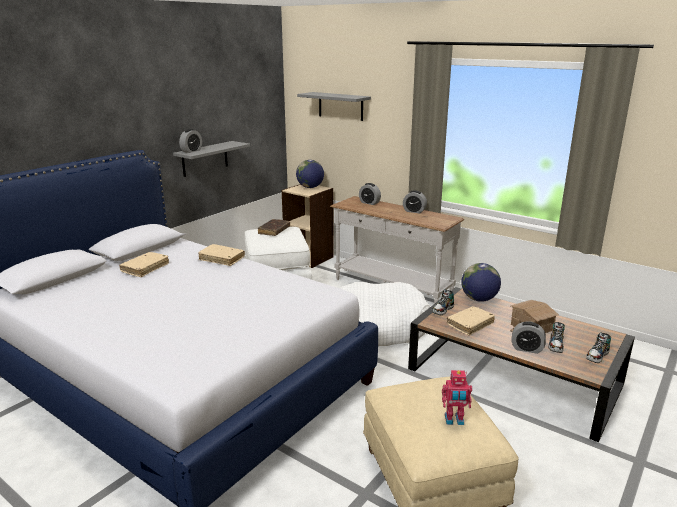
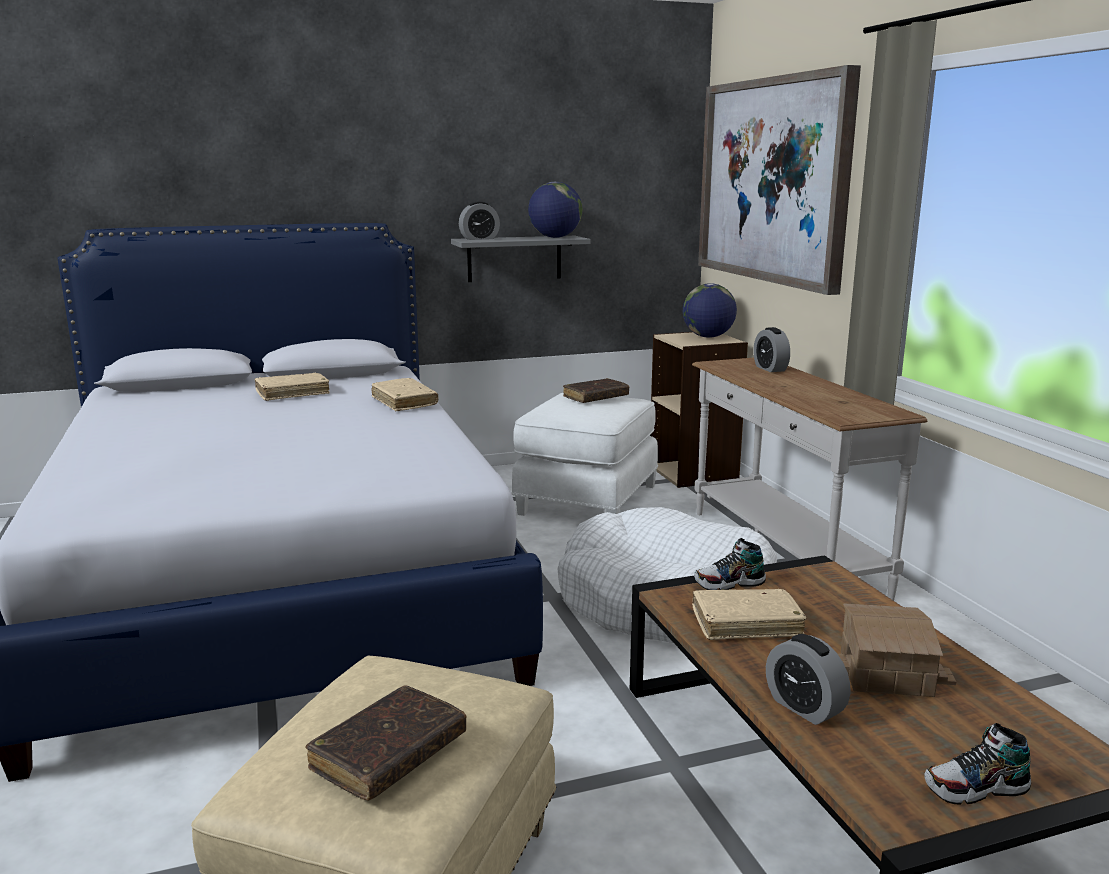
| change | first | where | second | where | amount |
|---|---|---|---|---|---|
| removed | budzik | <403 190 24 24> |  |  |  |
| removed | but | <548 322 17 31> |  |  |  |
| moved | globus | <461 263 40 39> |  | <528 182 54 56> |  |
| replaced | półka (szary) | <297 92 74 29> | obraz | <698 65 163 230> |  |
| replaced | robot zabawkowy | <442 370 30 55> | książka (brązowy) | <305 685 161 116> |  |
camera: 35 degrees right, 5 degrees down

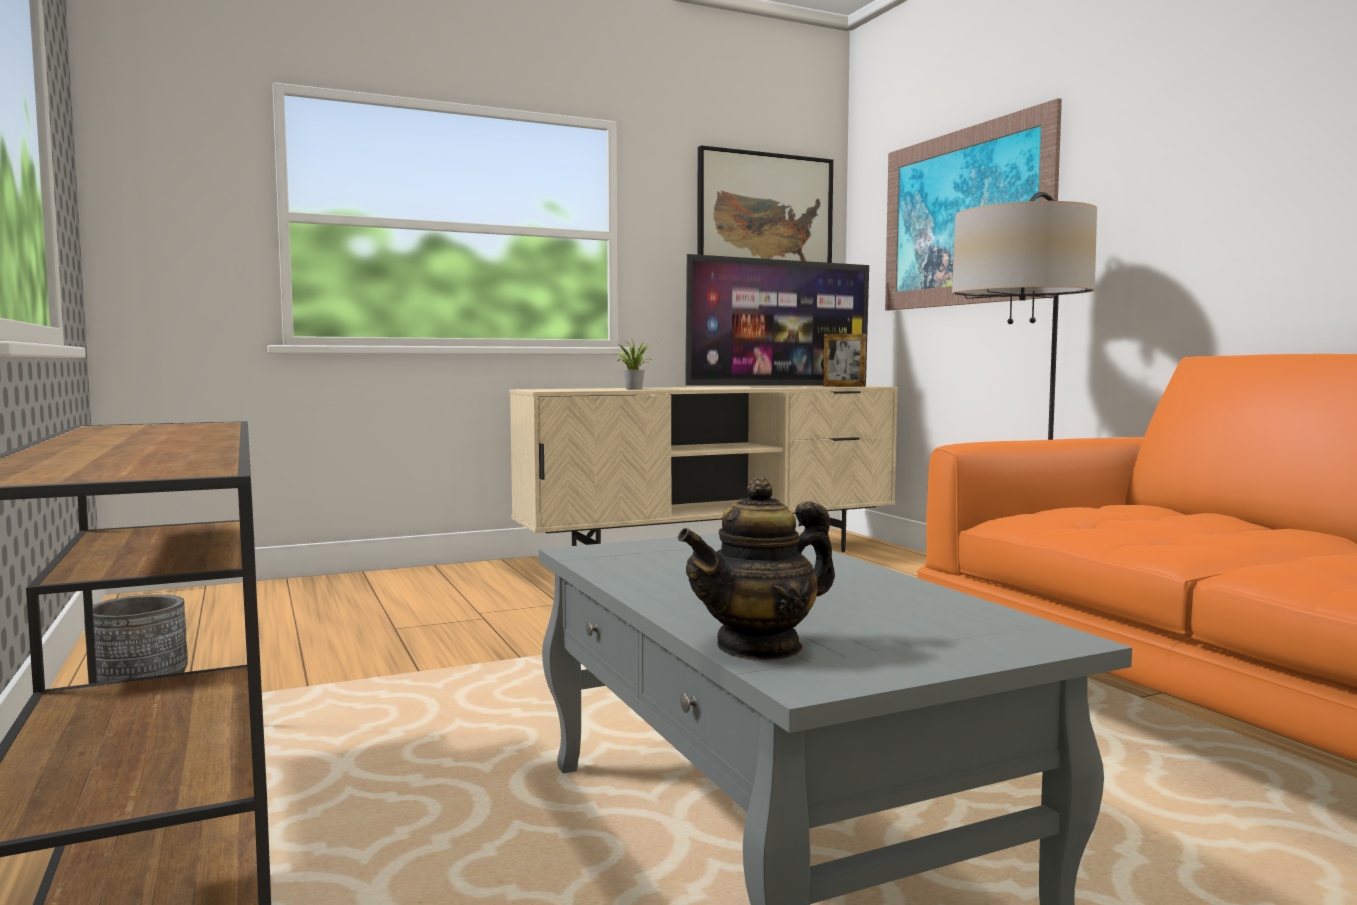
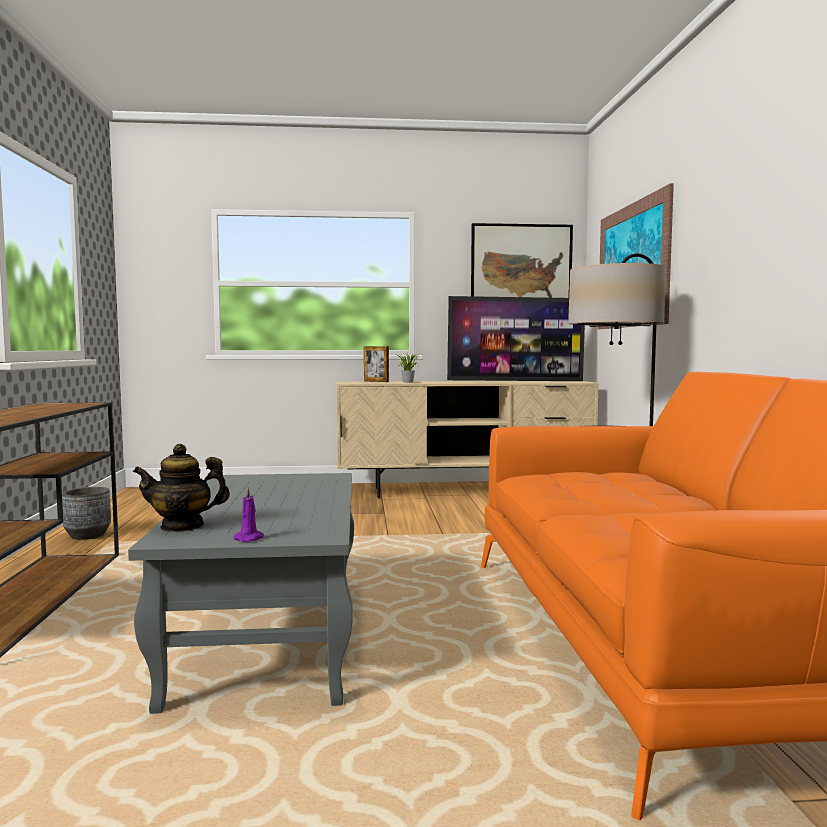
| change | first | where | second | where | amount |
|---|---|---|---|---|---|
| added |  |  | świeca (fioletowy) | <234 487 30 55> |  |
| moved | ramka na zdjęcie | <823 334 43 53> |  | <364 346 25 36> |  |
camera: 20 degrees right, 0 degrees up

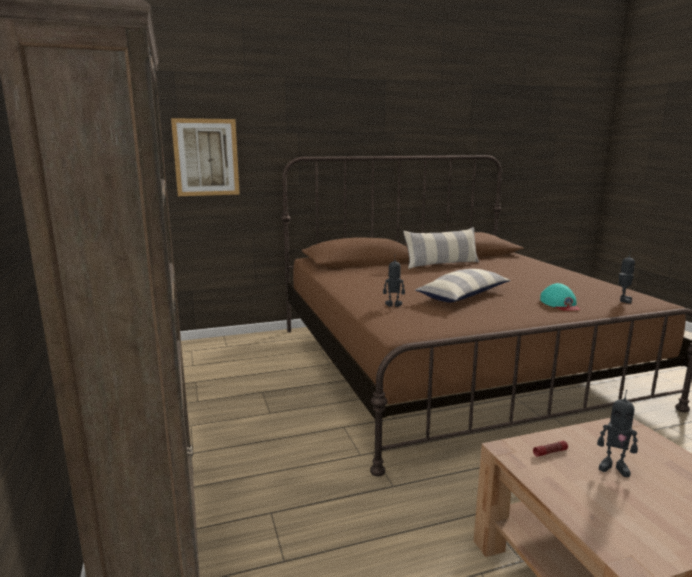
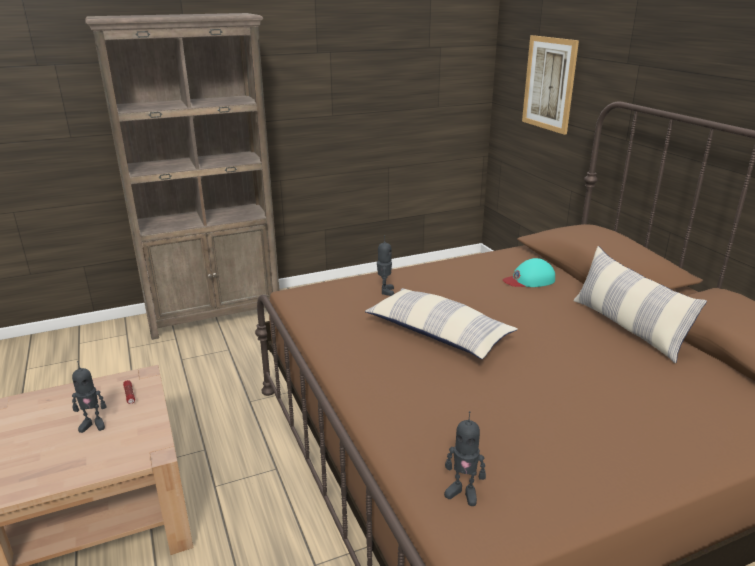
| change | first | where | second | where | amount |
|---|---|---|---|---|---|
| moved | czapka z daszkiem (turkusowy) | <540 283 40 28> |  | <503 258 52 29> |  |
| turned | robot zabawkowy | <597 390 41 87> |  | <72 361 35 72> | 120 degrees counterclockwise |
camera: 85 degrees right, 10 degrees up

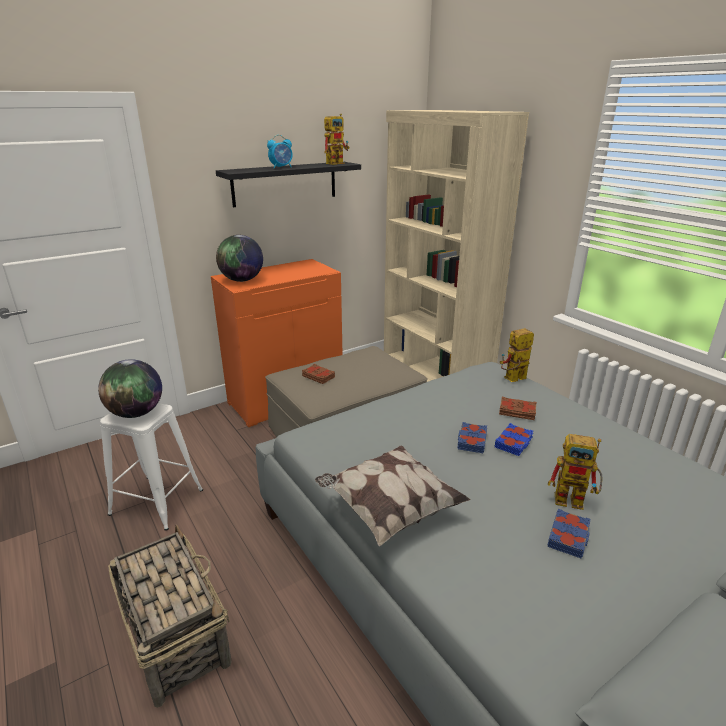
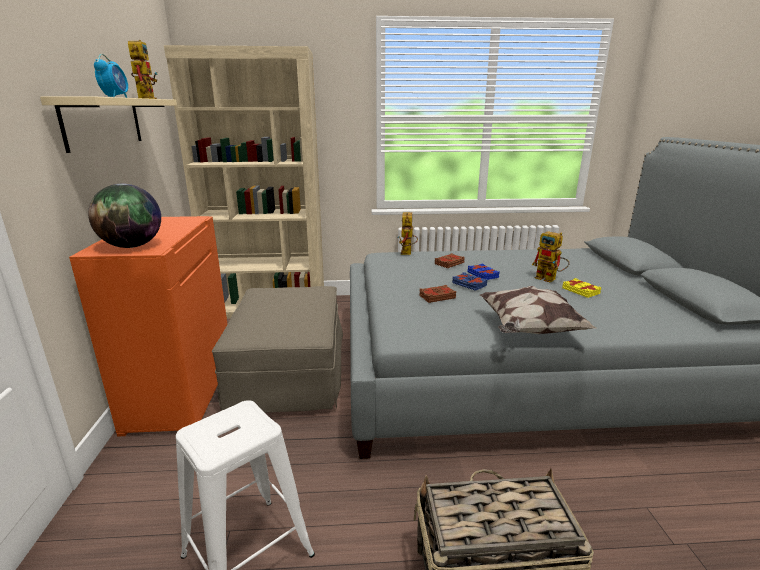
| change | first | where | second | where | amount |
|---|---|---|---|---|---|
| removed | globus | <98 359 64 59> |  |  |  |
| moved | książka (brązowy) | <302 364 33 20> |  | <419 285 37 18> |  |
| recoloured | półka (czarny) | <216 162 145 45> | półka (beżowy) | <40 96 137 57> |  |
| recoloured | książka (niebieski) | <547 509 43 50> | książka (żółty) | <562 278 40 20> |  |
| turned | robot zabawkowy | <548 434 55 76> |  | <532 231 38 51> | 90 degrees clockwise |
camera: 60 degrees left, 5 degrees down

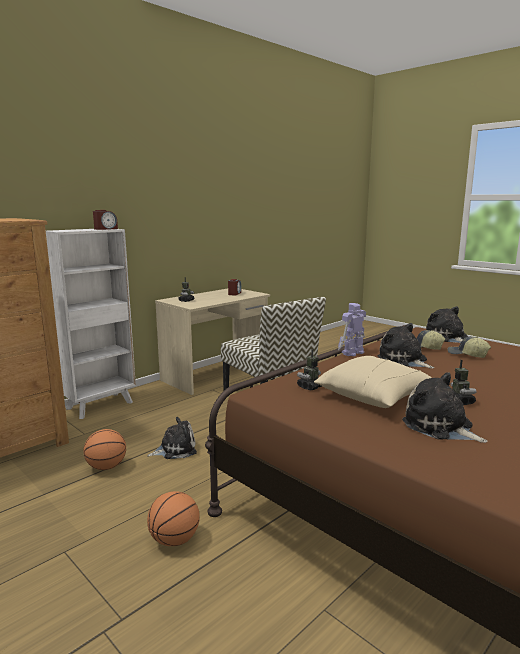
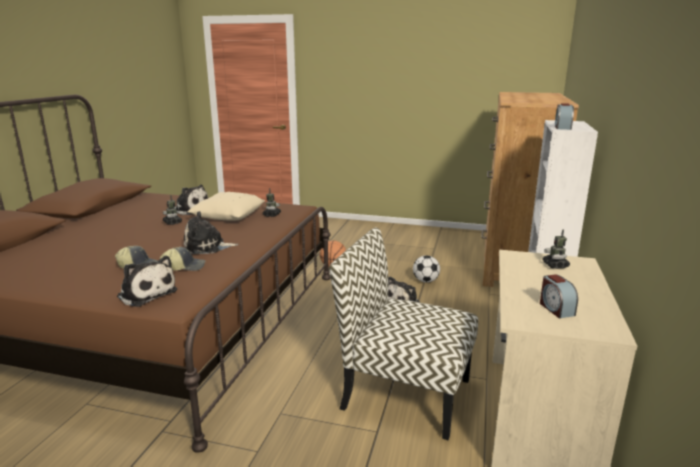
| change | first | where | second | where | amount |
|---|---|---|---|---|---|
| removed | robot zabawkowy | <338 303 28 53> |  |  |  |
| replaced | piłka do koszykówki | <84 429 42 41> | piłka futbolowa | <413 255 27 28> |  |
| turned | pluszak | <377 323 58 46> |  | <184 211 54 43> | 150 degrees clockwise |
camera: 150 degrees right, 5 degrees up

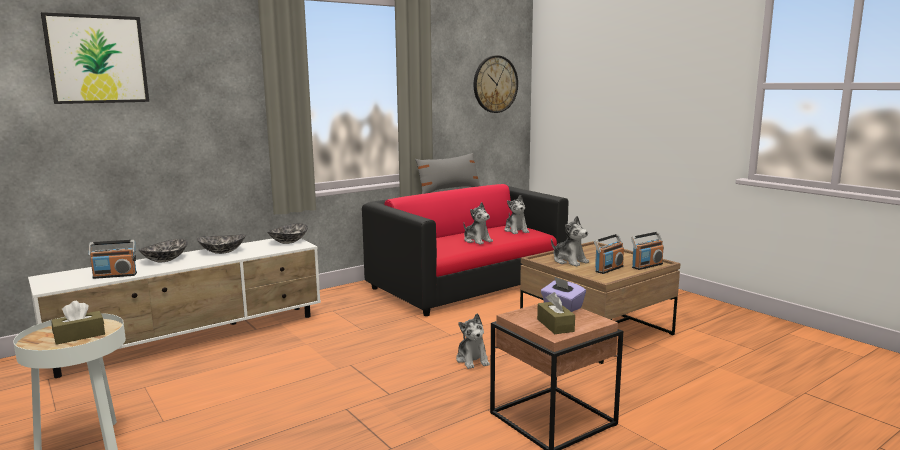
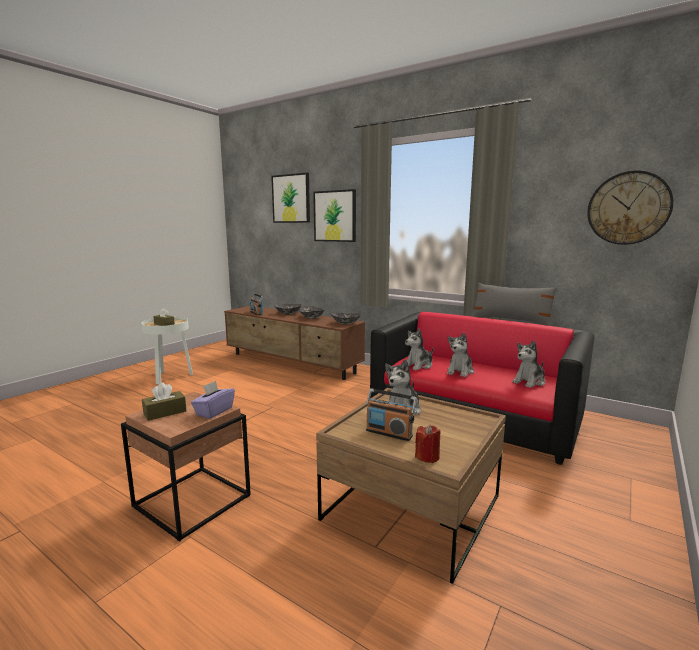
| change | first | where | second | where | amount |
|---|---|---|---|---|---|
| added |  |  | obraz | <313 189 43 53> |  |
| moved | pluszak | <456 313 34 56> |  | <405 328 28 43> |  |
| replaced | radio | <631 232 33 38> | świeca (czerwony) | <415 424 26 39> |  |
| recoloured | szafka pod telewizor (biały) | <28 238 293 140> | szafka pod telewizor (brązowy) | <224 306 141 74> |  |
camera: 70 degrees right, 0 degrees up

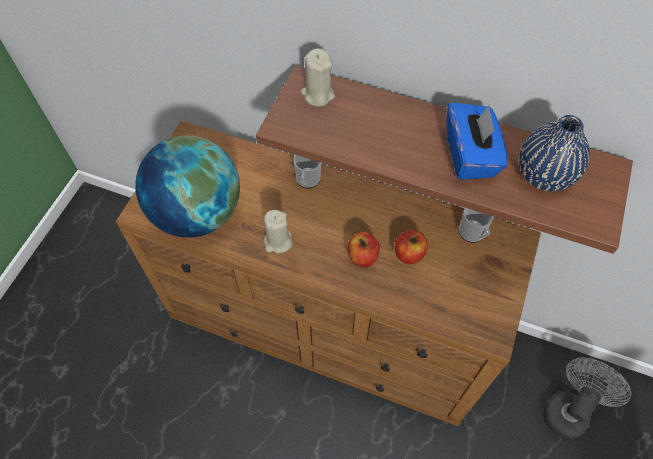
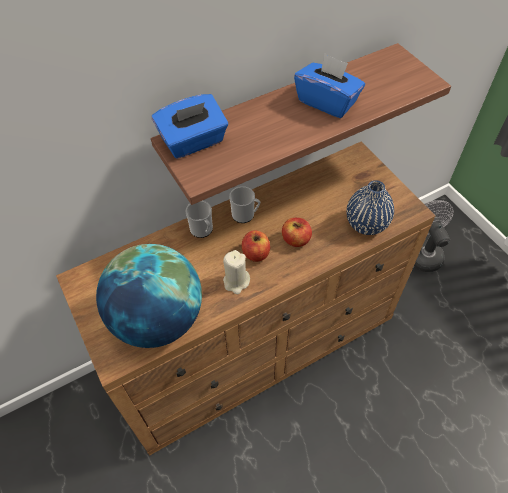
| change | first | where | second | where | amount |
|---|---|---|---|---|---|
| moved | jabłko | <395 230 33 34> |  | <242 230 28 32> |  |
| moved | kubek | <459 208 35 35> |  | <229 186 31 37> |  |
| moved | wazon (niebieski) | <519 115 71 76> |  | <347 180 47 55> |  |
| replaced | świeca (beżowy) | <301 48 34 59> | pudełko chusteczek (niebieski) | <152 94 76 65> |  |
camera: 50 degrees left, 5 degrees down

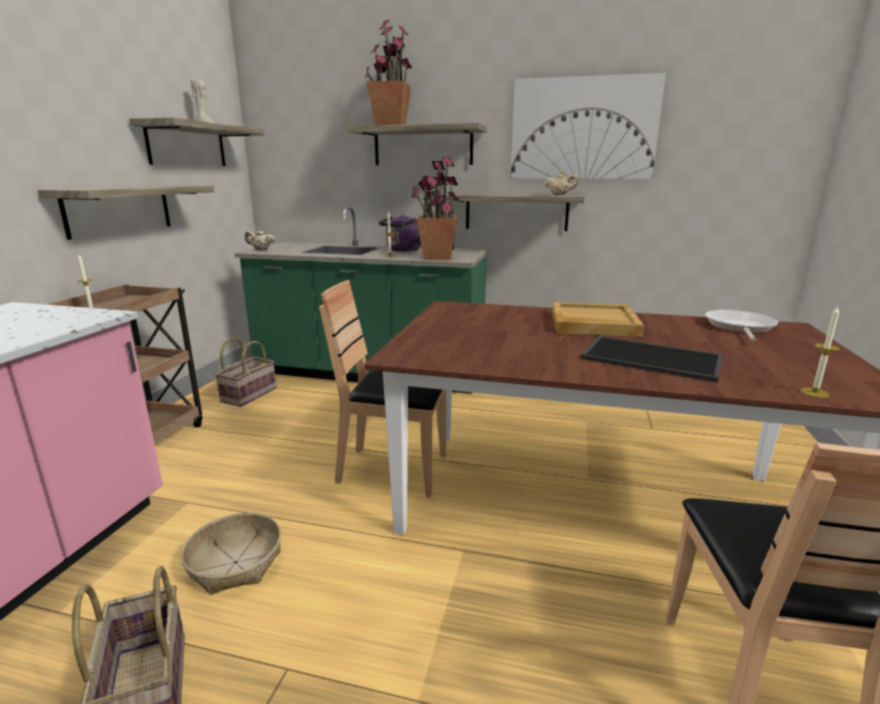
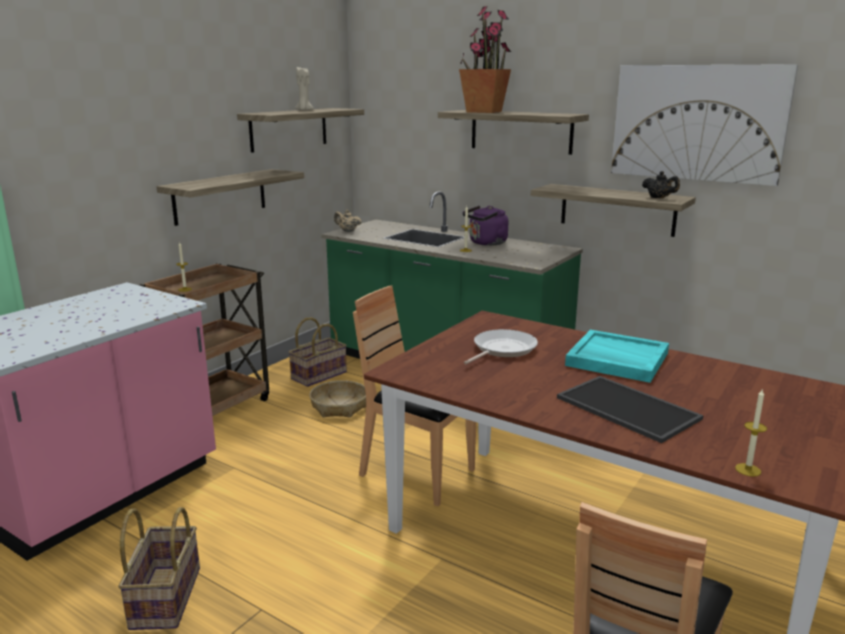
| change | first | where | second | where | amount |
|---|---|---|---|---|---|
| removed | roślina doniczkowa | <411 157 48 103> |  |  |  |
| moved | koszyk | <181 513 100 82> |  | <309 380 57 38> |  |
| moved | patelnia | <705 309 73 32> |  | <464 329 74 35> |  |
| recoloured | imbryk (beżowy) | <544 170 34 25> | imbryk (czarny) | <642 171 38 27> |  |
| recoloured | taca (beżowy) | <553 302 91 35> | taca (turkusowy) | <565 330 104 53> |  |
camera: 20 degrees right, 0 degrees up

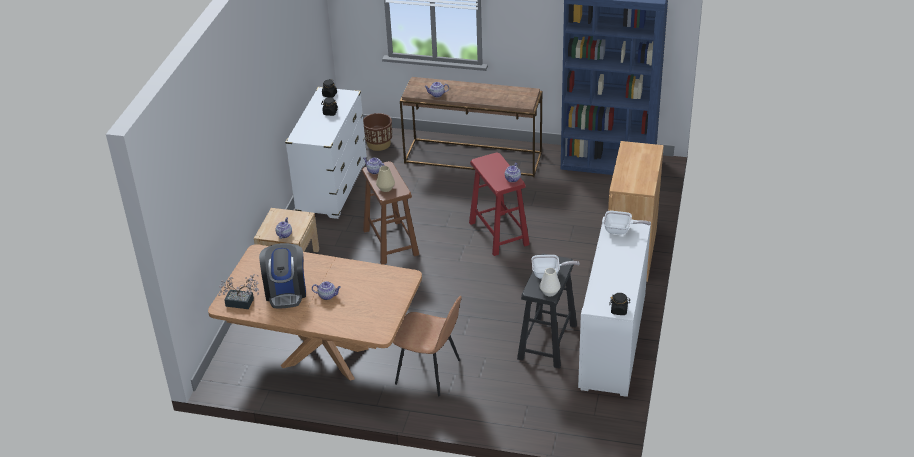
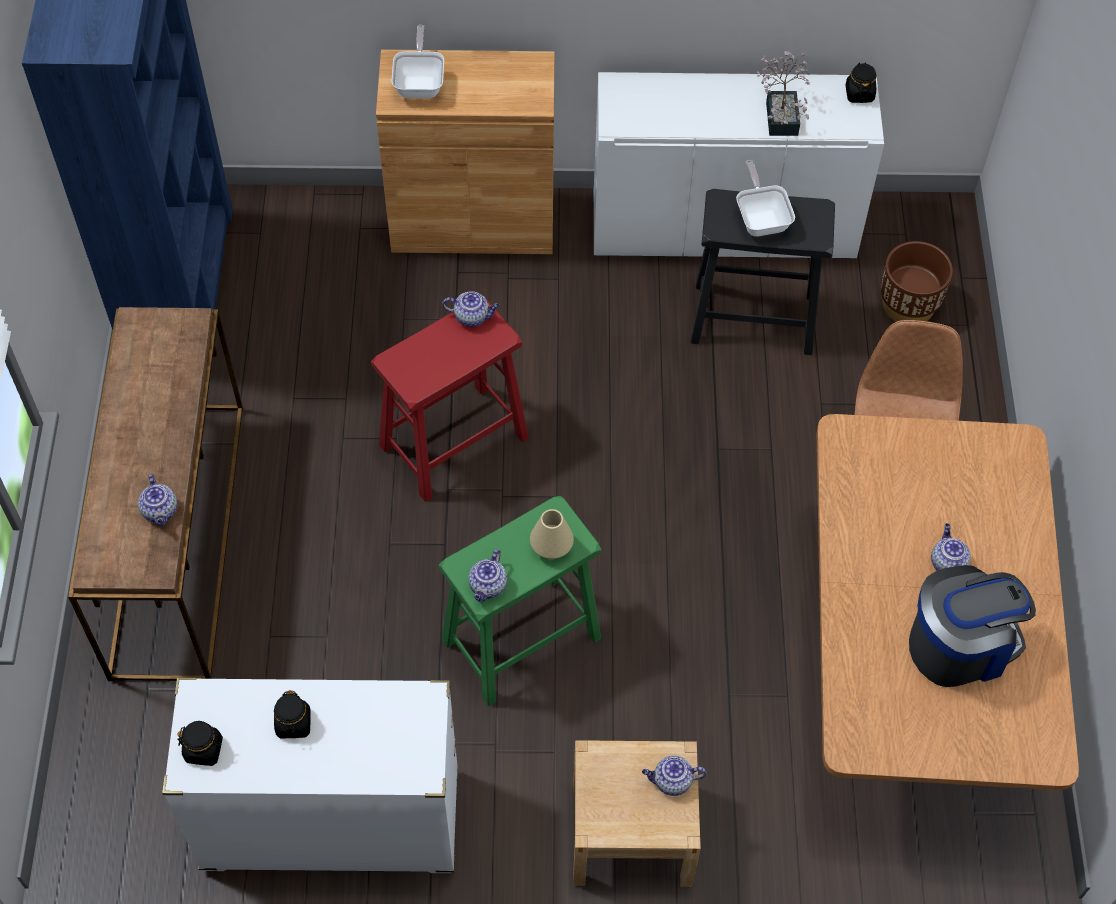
| change | first | where | second | where | amount |
|---|---|---|---|---|---|
| removed | wazon (biały) | <540 268 21 28> |  |  |  |
| moved | roślina doniczkowa | <218 274 41 35> |  | <757 51 53 85> |  |
| moved | donica (brązowy) | <363 113 29 38> |  | <881 241 72 81> |  |
| moved | patelnia | <603 211 48 24> |  | <392 25 52 74> |  |
| recoloured | stołek (brązowy) | <362 161 57 104> | stołek (zielony) | <439 496 162 210> |  |
camera: 105 degrees left, 20 degrees up

